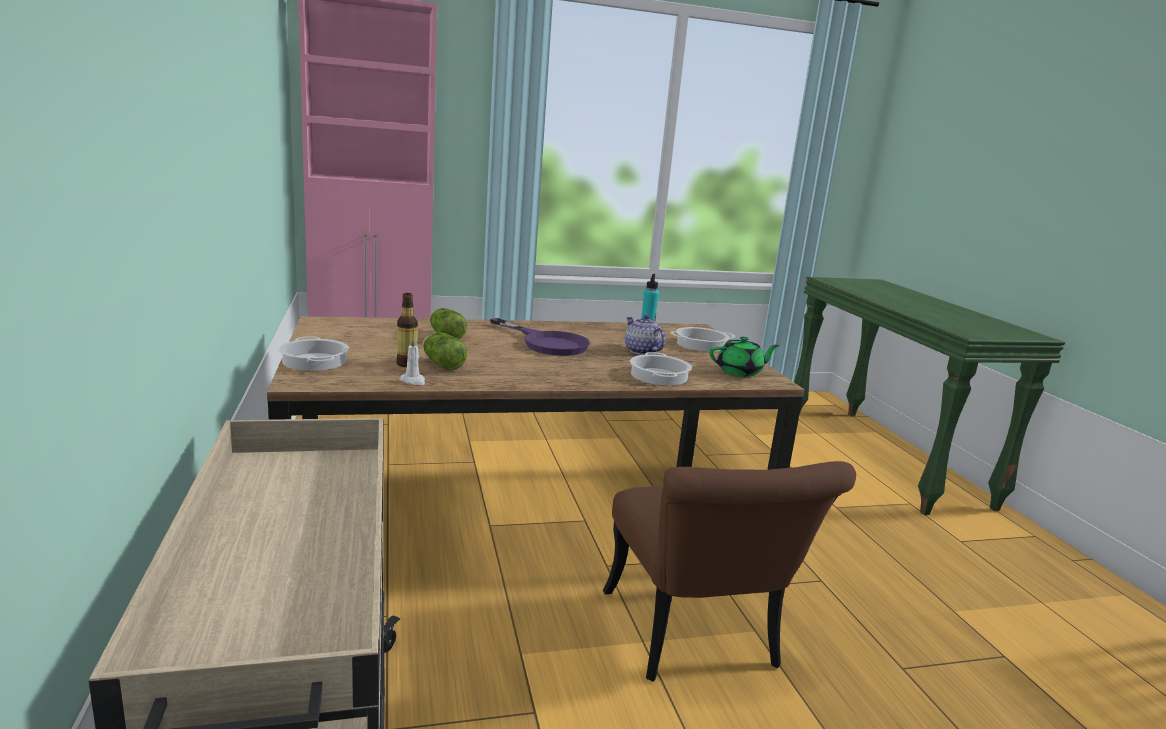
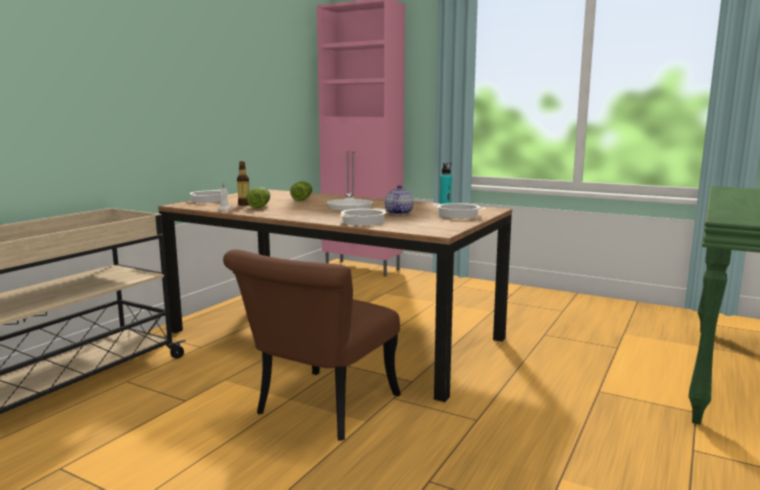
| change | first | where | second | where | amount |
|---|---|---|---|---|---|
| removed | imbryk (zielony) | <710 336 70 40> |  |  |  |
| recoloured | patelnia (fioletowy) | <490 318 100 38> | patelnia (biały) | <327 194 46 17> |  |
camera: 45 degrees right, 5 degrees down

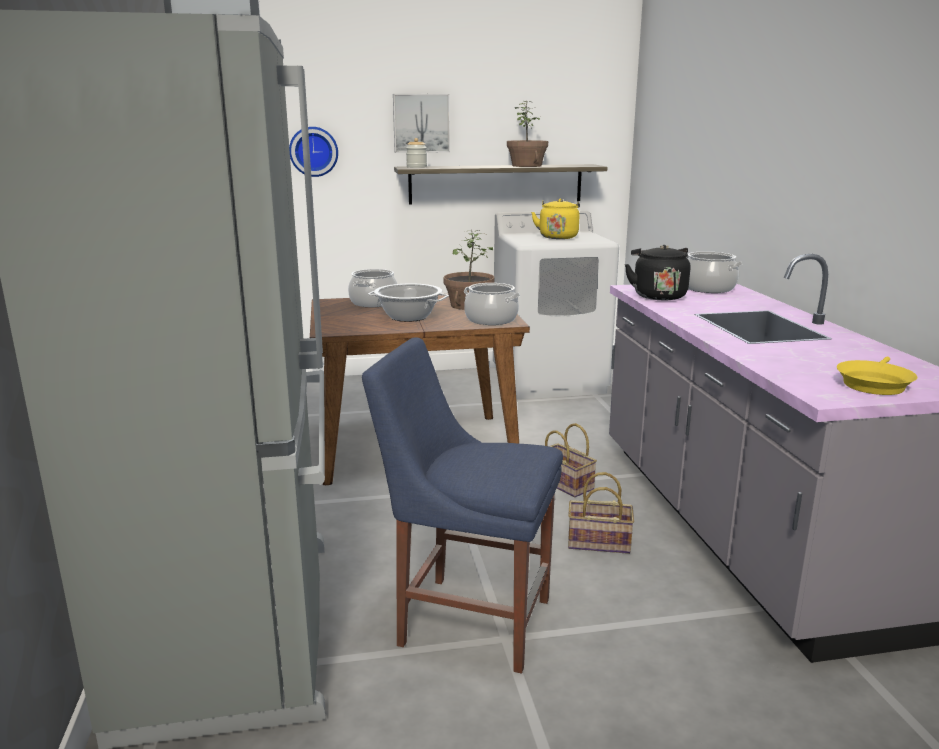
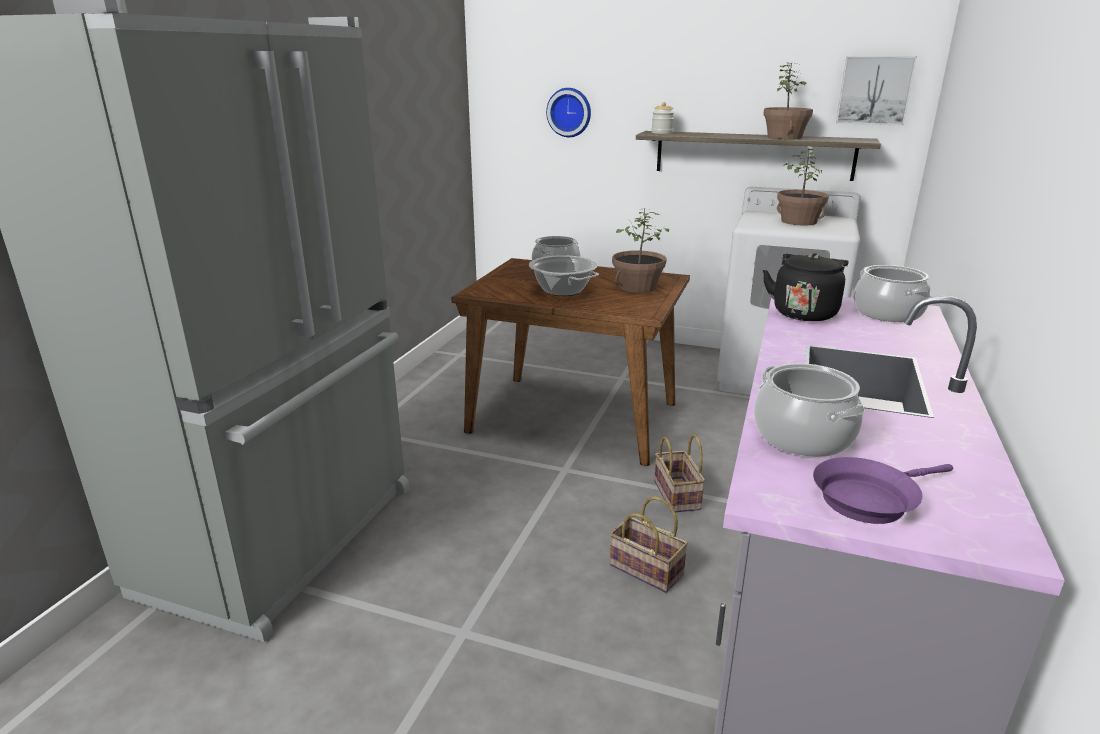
| change | first | where | second | where | amount |
|---|---|---|---|---|---|
| removed | krzesło (niebieski) | <362 337 201 337> |  |  |  |
| moved | obraz | <393 94 57 59> |  | <836 56 81 69> |  |
| moved | garnek | <464 283 56 42> |  | <754 363 111 94> |  |
| replaced | czajnik (żółty) | <531 198 49 41> | roślina doniczkowa | <777 148 52 78> |  |
| recoloured | patelnia (żółty) | <837 357 80 38> | patelnia (fioletowy) | <813 457 140 67> |  |
camera: 30 degrees right, 5 degrees up

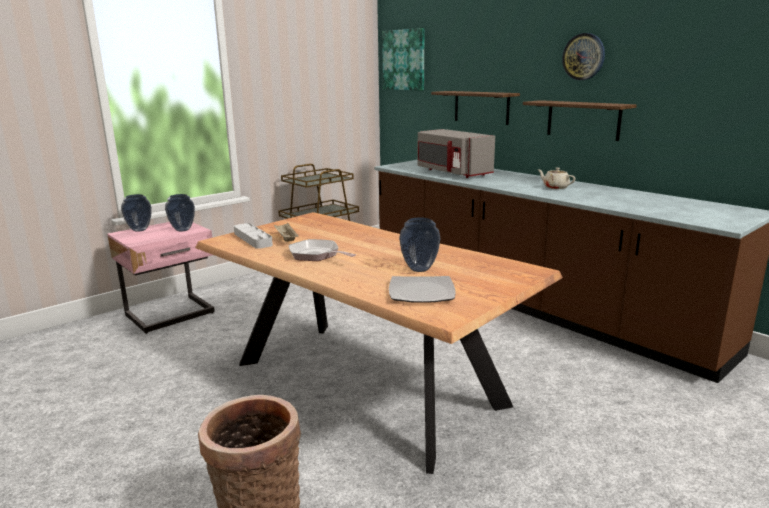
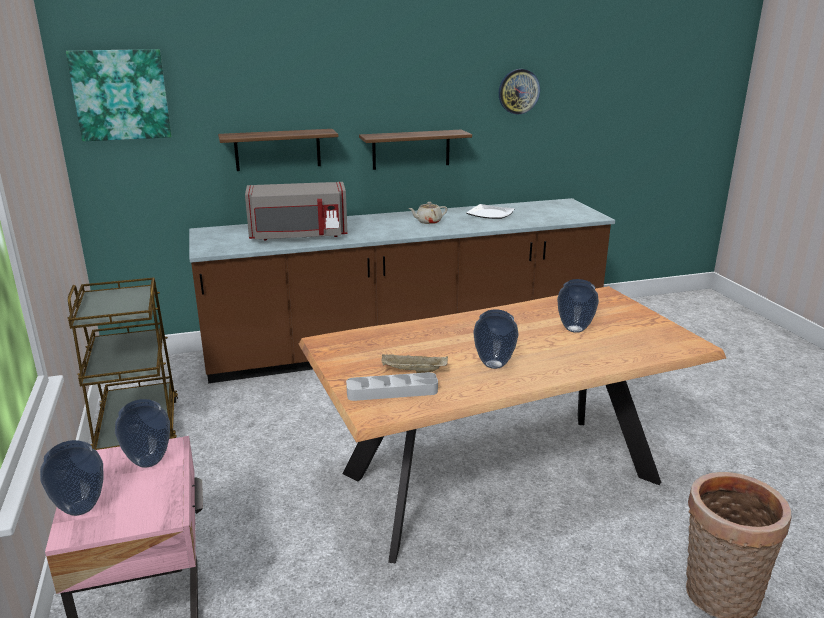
| change | first | where | second | where | amount |
|---|---|---|---|---|---|
| moved | talerz | <389 276 67 27> |  | <466 204 49 15> |  |
| moved | zegar ścienny | <562 33 43 47> |  | <499 69 41 45> |  |
| replaced | patelnia | <289 239 67 22> | wazon | <473 309 46 60> |  |
camera: 65 degrees left, 5 degrees up

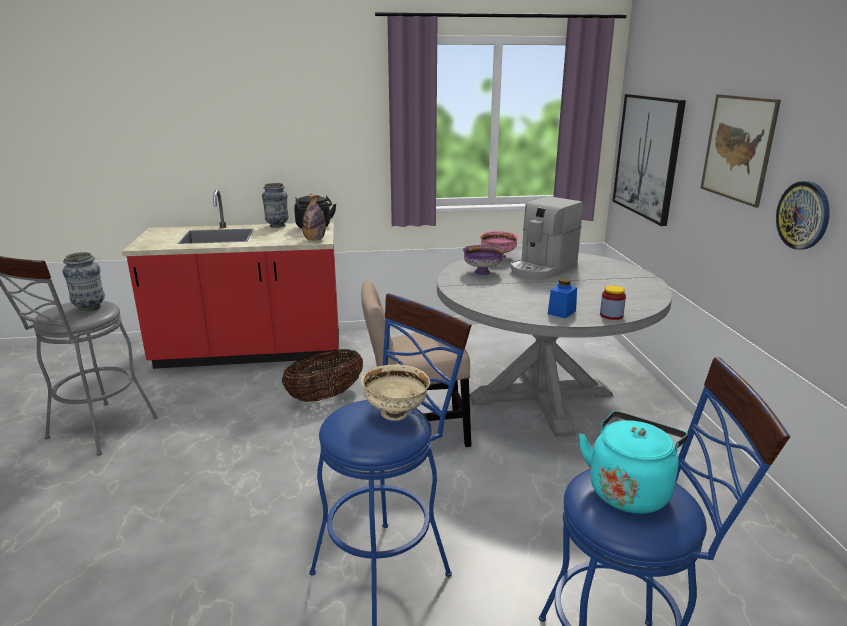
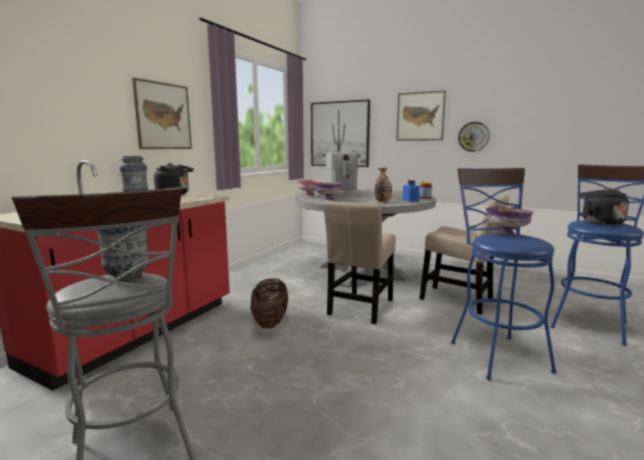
| change | first | where | second | where | amount |
|---|---|---|---|---|---|
| added |  |  | obraz | <132 78 60 71> |  |
| added |  |  | krzesło (beżowy) | <419 195 90 120> |  |
| moved | butelka | <302 195 24 46> |  | <375 168 17 34> |  |
| recoloured | miska (beżowy) | <361 364 69 57> | miska (fioletowy) | <486 207 48 29> |  |
| recoloured | czajnik (turkusowy) | <579 411 109 103> | czajnik (czarny) | <577 188 52 37> |  |
camera: 55 degrees left, 10 degrees down

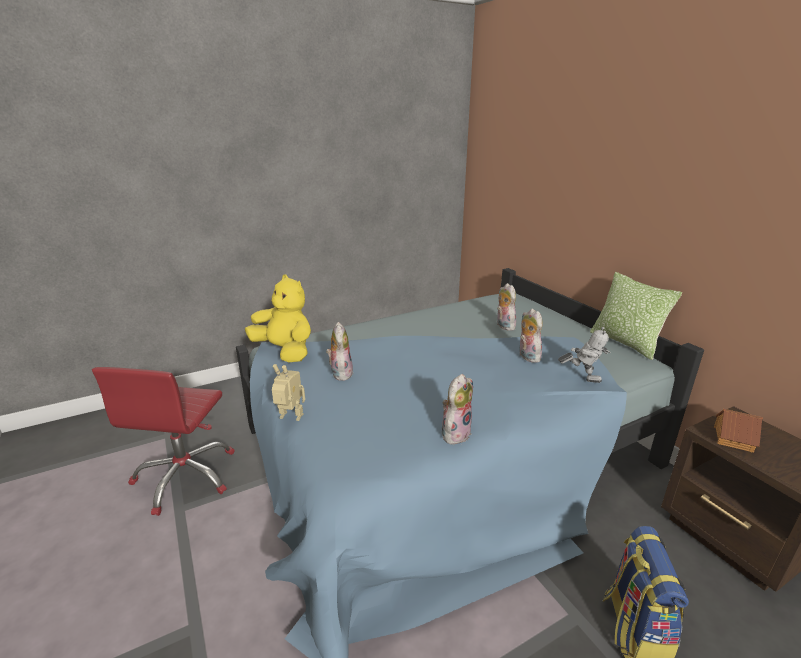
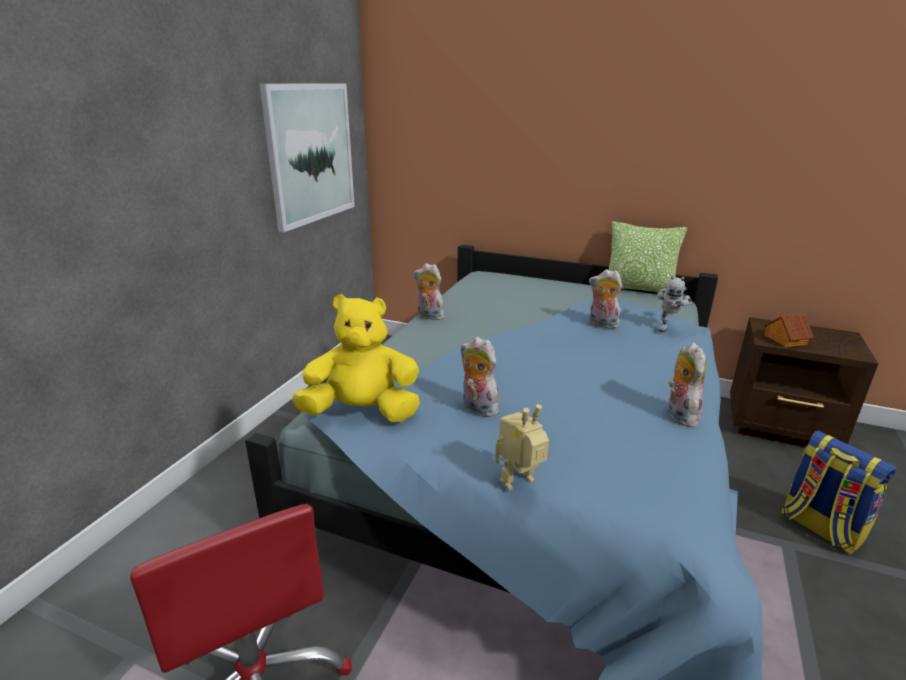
| change | first | where | second | where | amount |
|---|---|---|---|---|---|
| added |  |  | obraz | <260 83 95 149> |  |
| moved | pluszak | <497 283 19 48> |  | <414 263 30 58> |  |
| turned | robot zabawkowy | <558 327 53 56> |  | <657 276 35 56> | 135 degrees clockwise |
camera: 40 degrees left, 0 degrees up

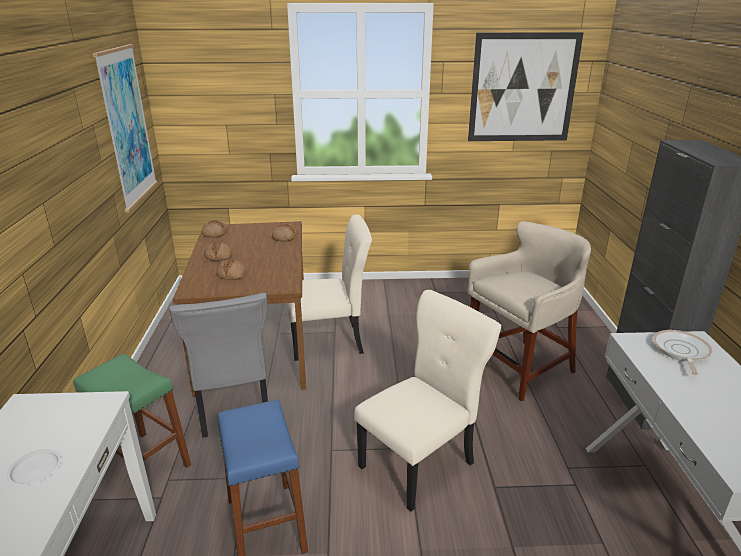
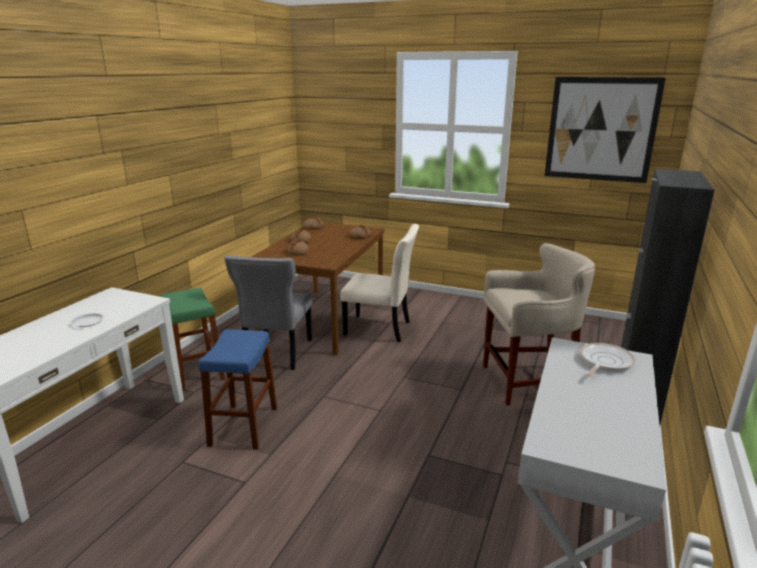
| change | first | where | second | where | amount |
|---|---|---|---|---|---|
| removed | obraz | <92 44 66 169> |  |  |  |
| removed | krzesło (beżowy) | <354 290 148 222> |  |  |  |
camera: 25 degrees right, 5 degrees down

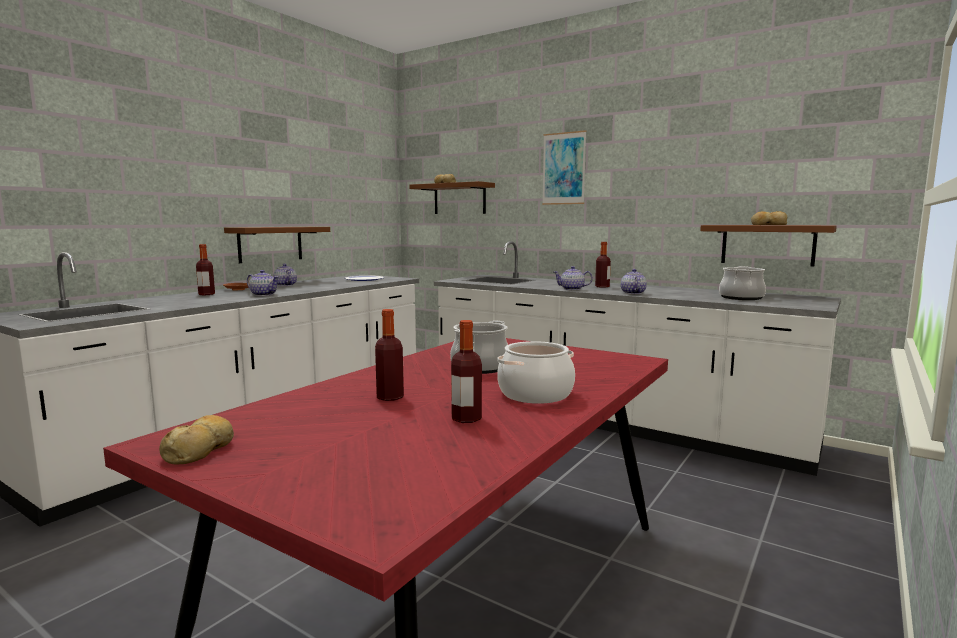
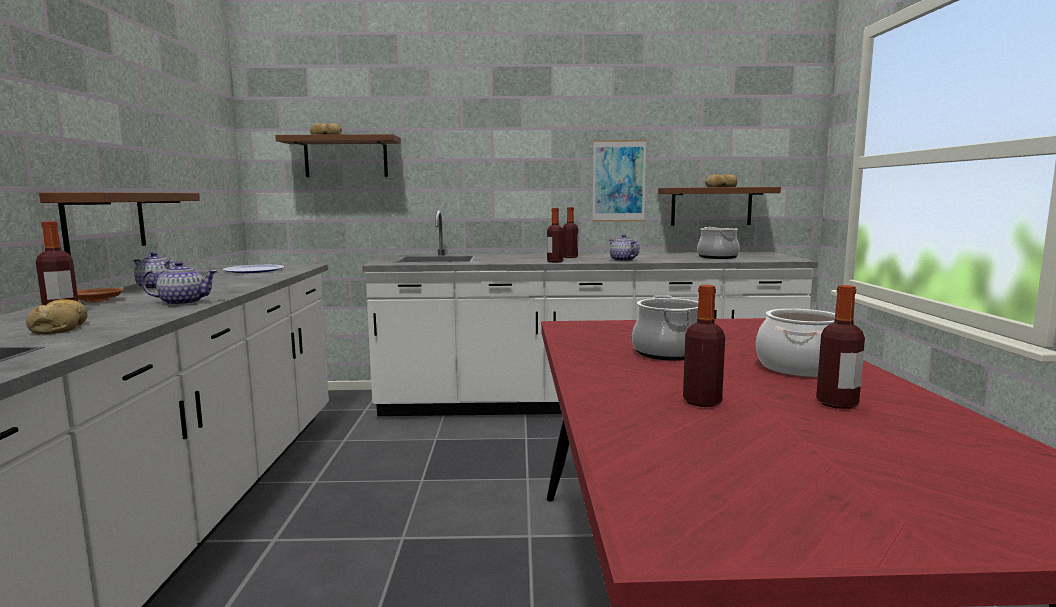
| change | first | where | second | where | amount |
|---|---|---|---|---|---|
| moved | chleb | <159 415 75 49> |  | <26 299 62 36> |  |
| moved | obraz | <542 130 44 75> |  | <592 140 55 82> |  |
| replaced | imbryk | <554 266 39 24> | butelka | <547 208 16 54> |  |
camera: 35 degrees left, 0 degrees up

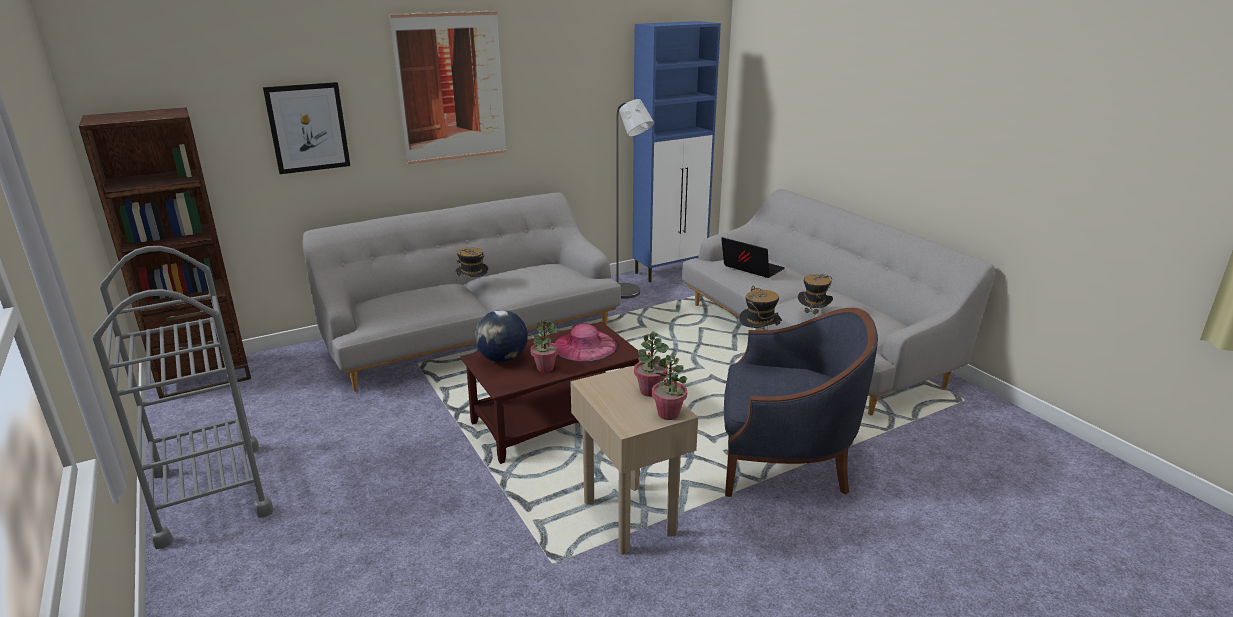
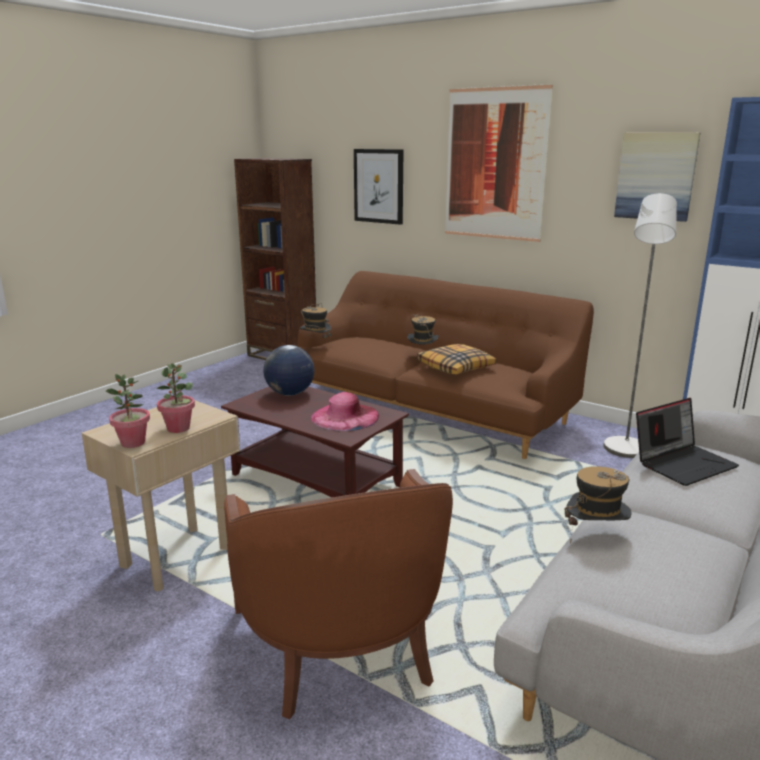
| change | first | where | second | where | amount |
|---|---|---|---|---|---|
| removed | wózek (szary) | <92 246 181 303> |  |  |  |
| removed | roślina doniczkowa | <530 318 29 54> |  |  |  |
| added |  |  | poduszka | <417 344 79 30> |  |
| added |  |  | obraz | <614 132 87 90> |  |
| moved | kapelusz | <739 286 43 45> |  | <300 303 32 41> |  |
| recoloured | kanapa (szary) | <302 192 319 200> | kanapa (brązowy) | <297 271 297 188> |  |
| recoloured | fotel (niebieski) | <724 308 154 189> | fotel (brązowy) | <224 469 229 250> |  |
| turned | laptop | <721 237 64 41> |  | <636 398 103 88> | 45 degrees clockwise |
camera: 65 degrees right, 5 degrees down

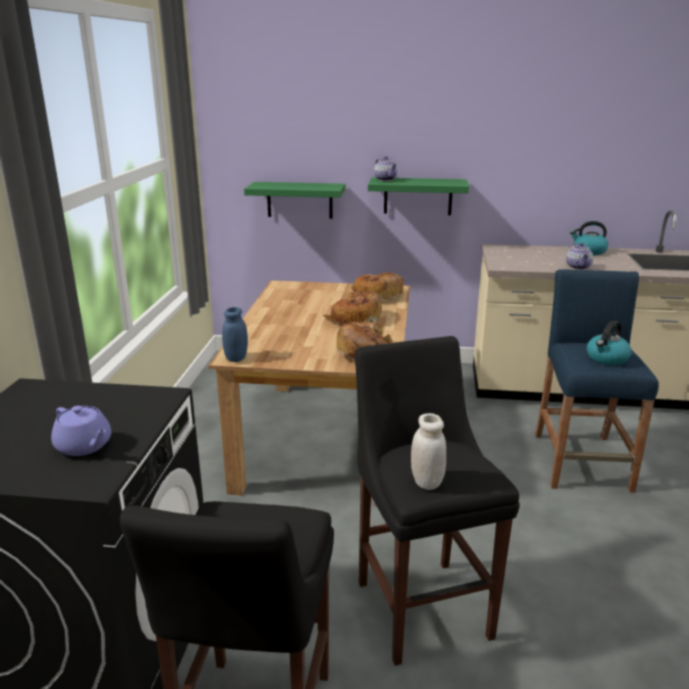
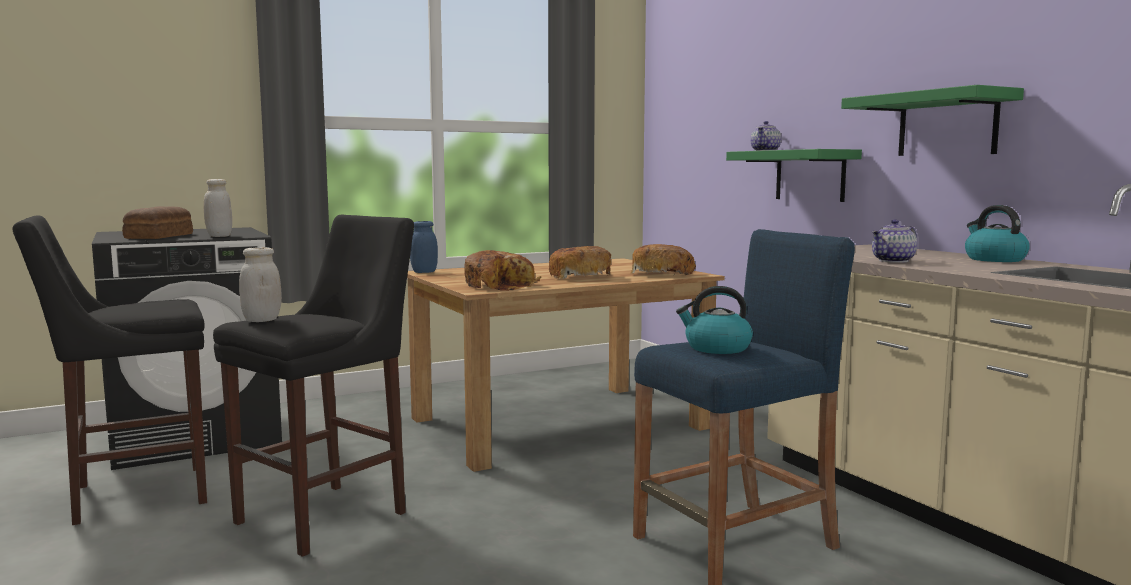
| change | first | where | second | where | amount |
|---|---|---|---|---|---|
| added |  |  | słoik (biały) | <204 179 28 58> |  |
| moved | półka (zielony) | <244 182 101 37> |  | <841 85 183 71> |  |
| replaced | imbryk (fioletowy) | <51 406 60 50> | chleb | <122 206 71 33> |  |
camera: 55 degrees right, 15 degrees down

